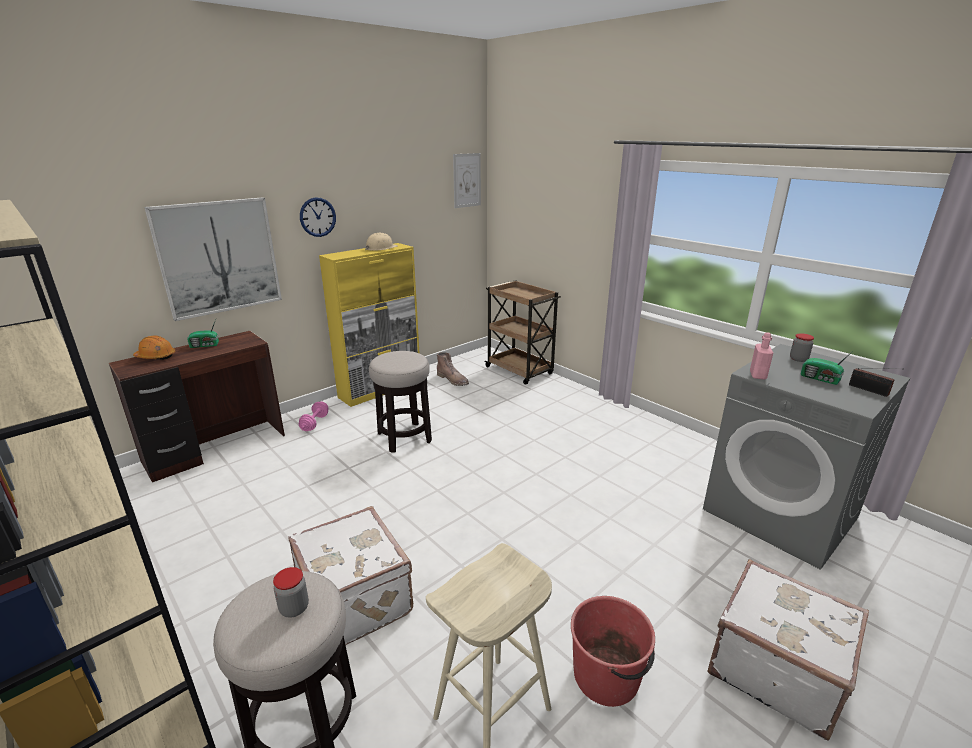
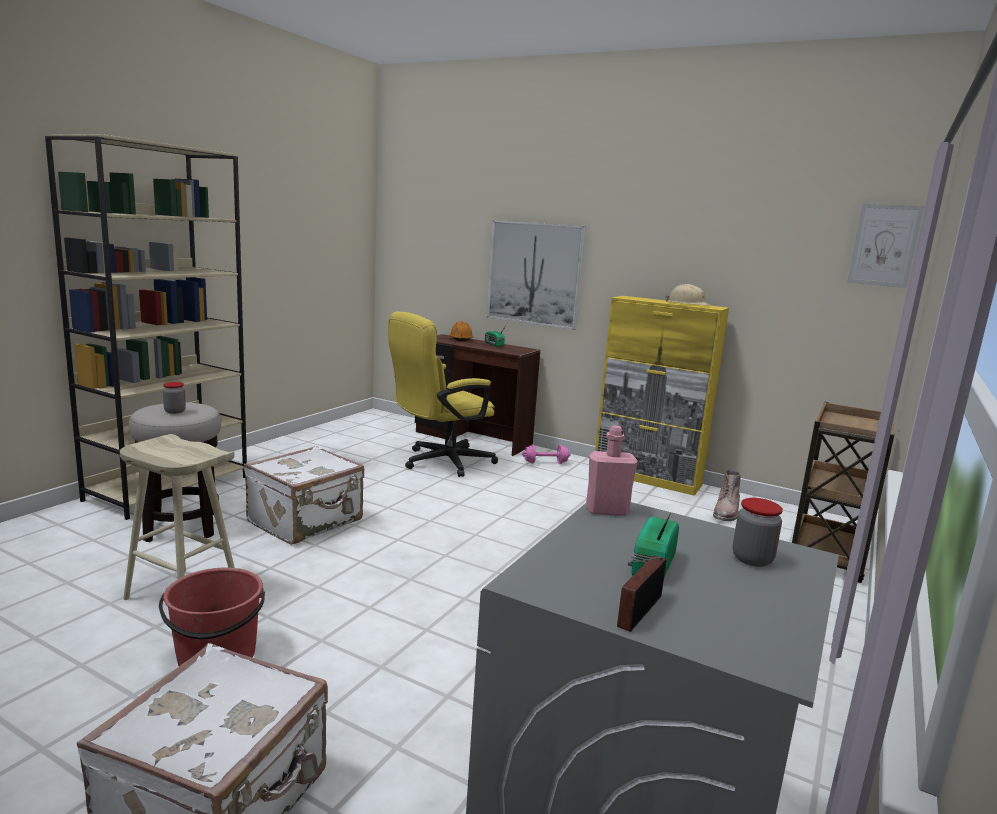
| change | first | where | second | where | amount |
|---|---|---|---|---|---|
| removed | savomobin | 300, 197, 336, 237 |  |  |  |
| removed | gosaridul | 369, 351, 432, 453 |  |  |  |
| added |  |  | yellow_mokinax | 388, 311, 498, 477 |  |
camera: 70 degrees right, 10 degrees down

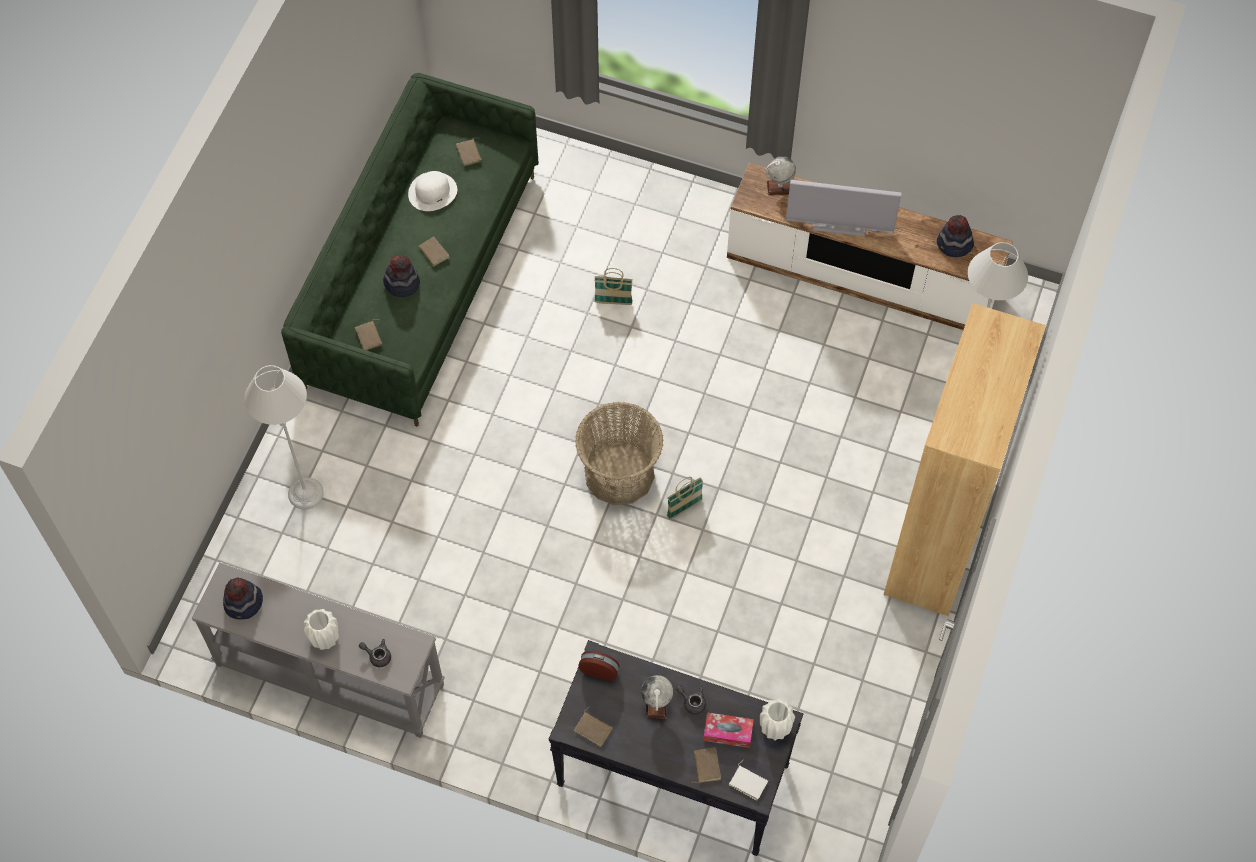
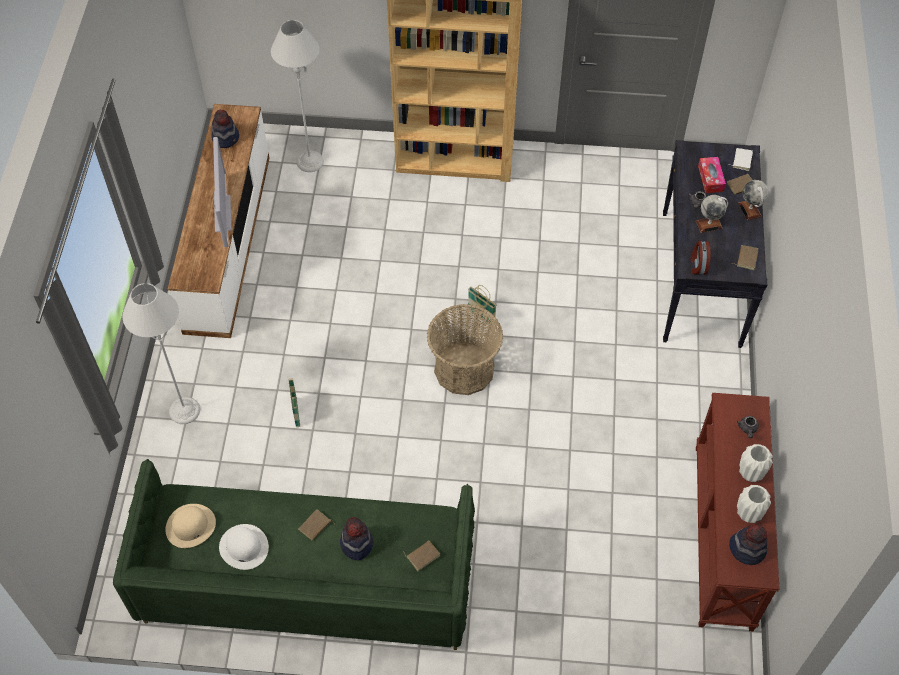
| change | first | where | second | where | amount |
|---|---|---|---|---|---|
| recoloured | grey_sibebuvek | 192, 562, 445, 738 | brown_sibebuvek | 696, 393, 780, 632 |  |
| moved | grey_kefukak | 244, 365, 324, 510 |  | 123, 283, 200, 424 |  |
| replaced | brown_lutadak | 456, 139, 482, 166 | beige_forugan | 165, 504, 216, 548 |  |
| moved | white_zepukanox | 760, 699, 795, 741 |  | 737, 485, 771, 523 |  |
| moved | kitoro | 766, 156, 796, 195 |  | 738, 180, 768, 220 |  |
camera: 105 degrees left, 5 degrees down

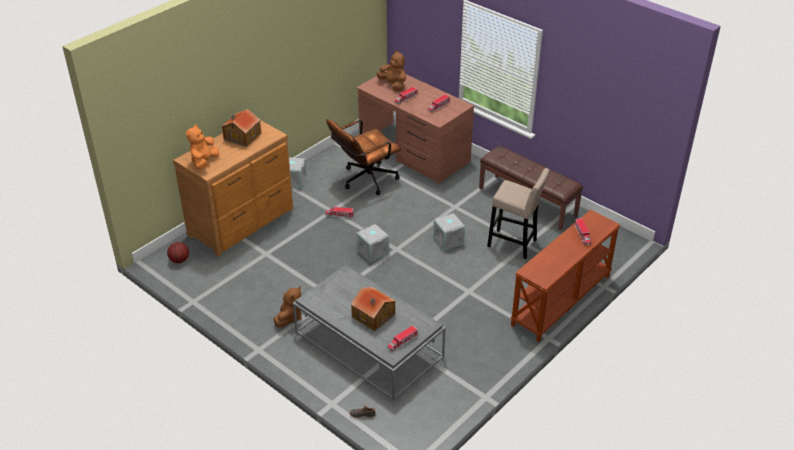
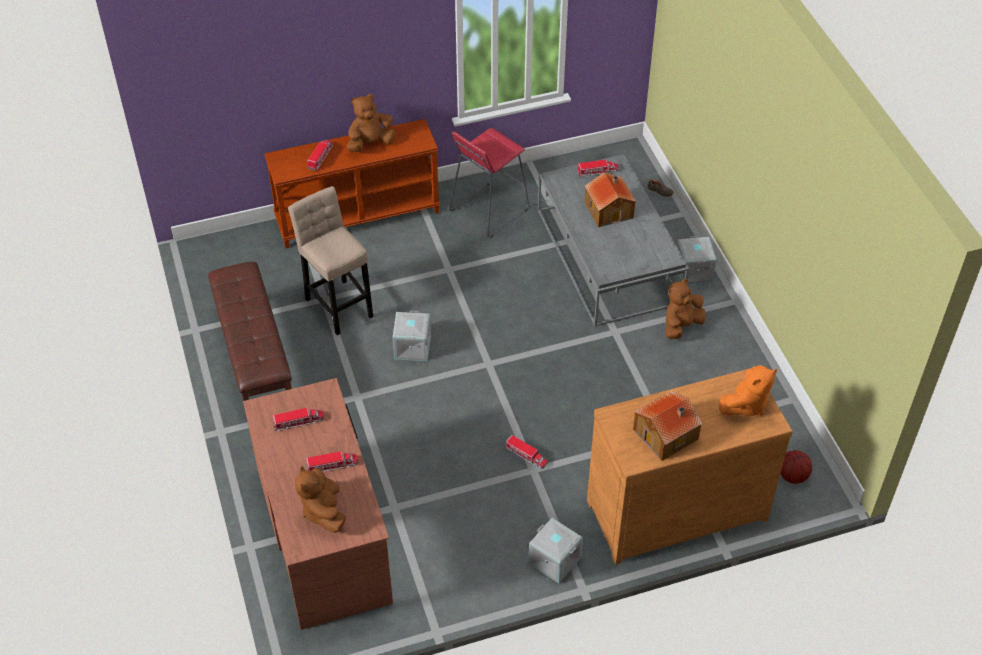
| change | first | where | second | where | amount |
|---|---|---|---|---|---|
| removed | brown_mokinax | 326, 119, 401, 195 |  |  |  |
| moved | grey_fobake | 356, 224, 389, 263 |  | 677, 236, 717, 285 |  |
| added |  |  | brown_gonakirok | 347, 94, 396, 152 |  |
| added |  |  | red_gosaridul | 449, 128, 529, 237 |  |
camera: 150 degrees left, 10 degrees up

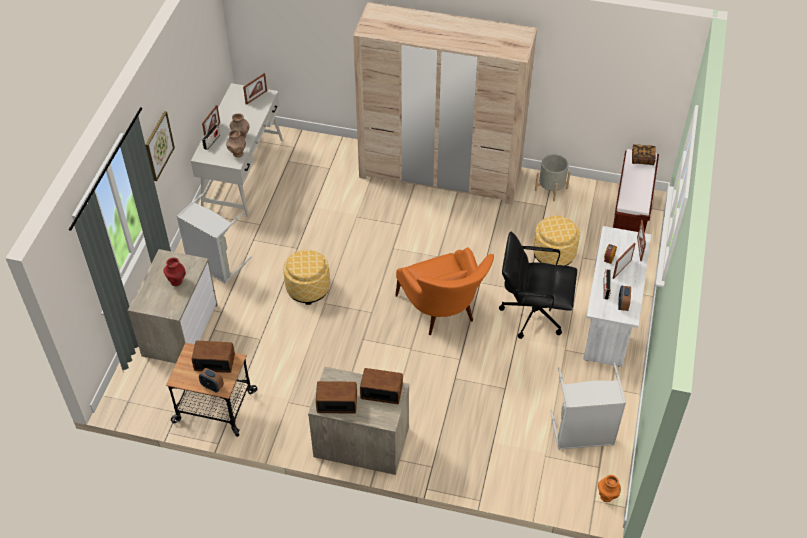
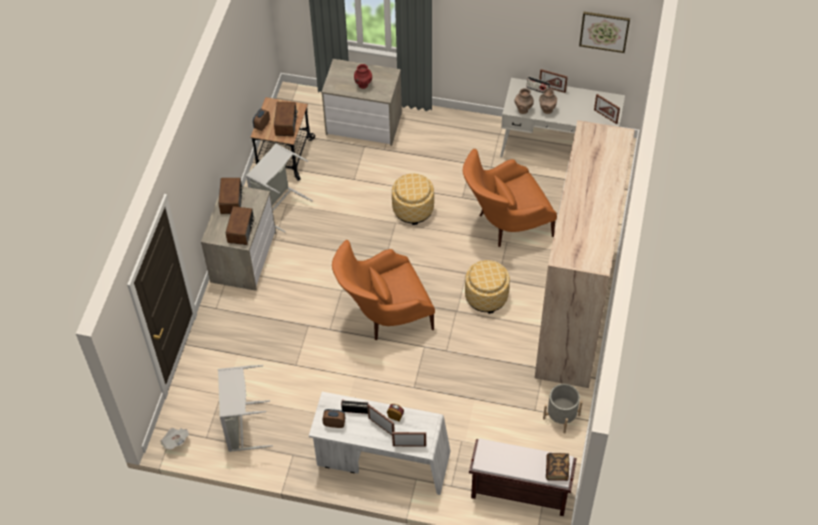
| change | first | where | second | where | amount |
|---|---|---|---|---|---|
| moved | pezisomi | 145, 111, 175, 181 |  | 579, 12, 630, 53 |  |
| moved | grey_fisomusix | 177, 191, 252, 284 |  | 246, 143, 313, 233 |  |
| removed | black_mokinax | 499, 232, 577, 339 |  |  |  |
| moved | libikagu | 533, 216, 580, 266 |  | 465, 260, 510, 314 |  |
| replaced | orange_zepukanox | 598, 475, 621, 502 | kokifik | 160, 428, 189, 450 |  |
| added |  |  | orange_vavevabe | 463, 149, 557, 247 |  |
camera: 90 degrees right, 5 degrees up

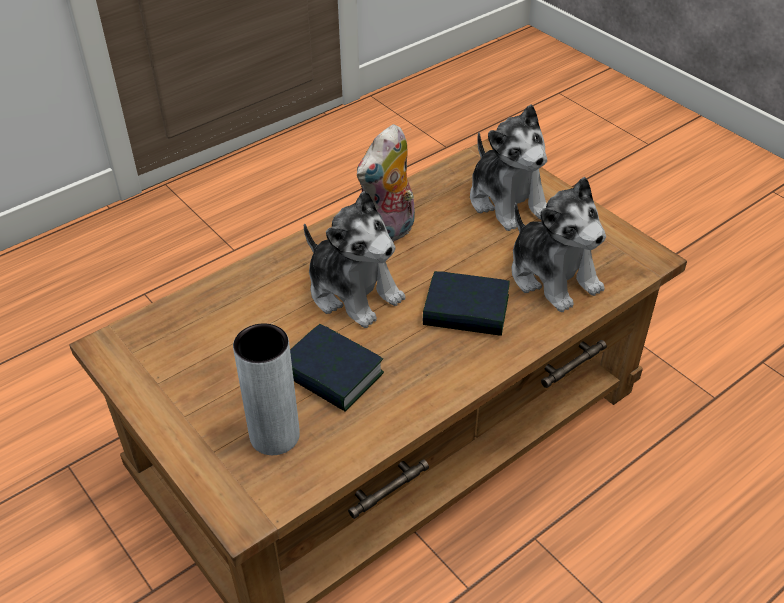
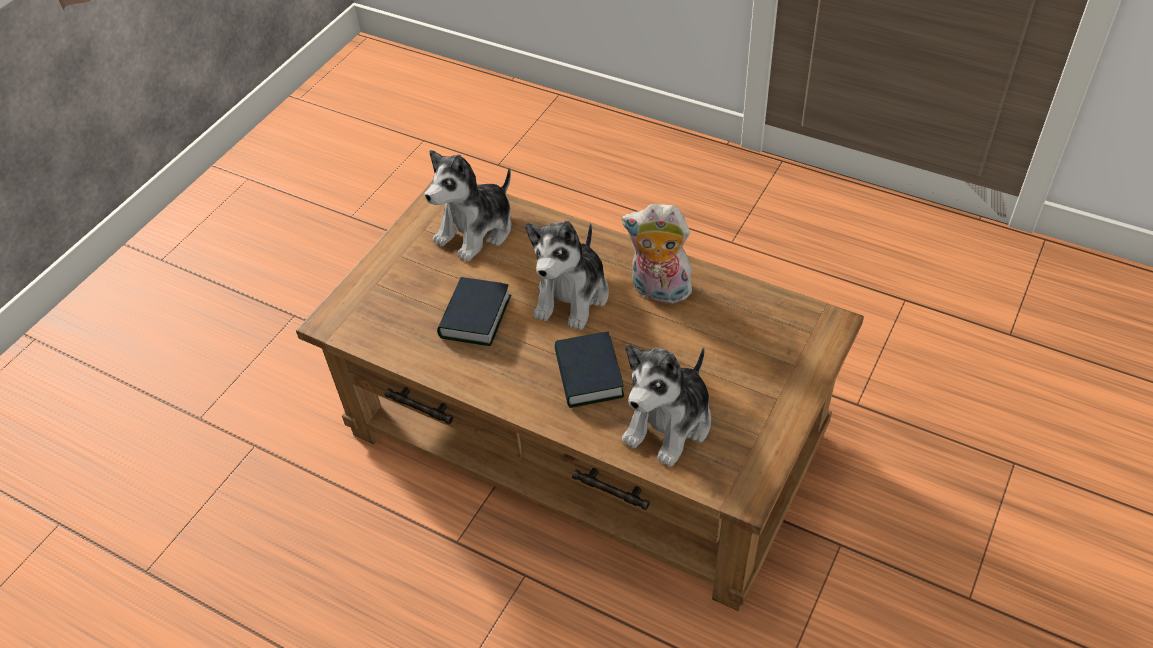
| change | first | where | second | where | amount |
|---|---|---|---|---|---|
| removed | grey_zepukanox | 233, 323, 300, 455 |  |  |  |
| moved | gonakirok | 470, 105, 547, 231 |  | 425, 150, 511, 262 |  |
camera: 70 degrees right, 5 degrees up

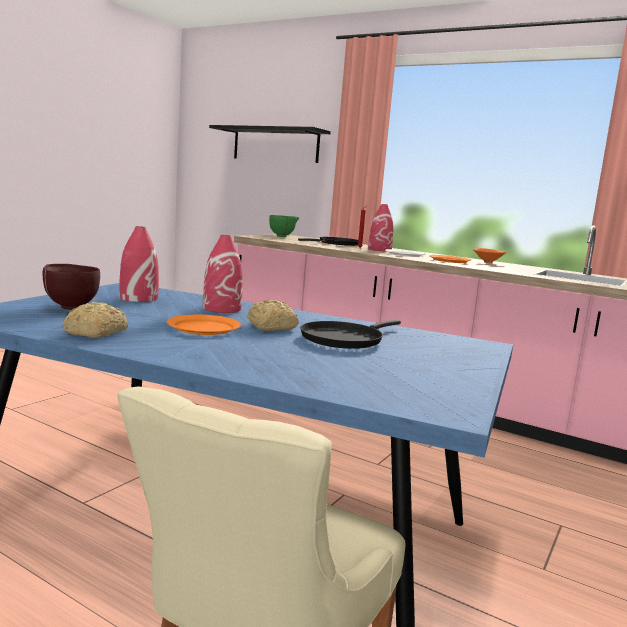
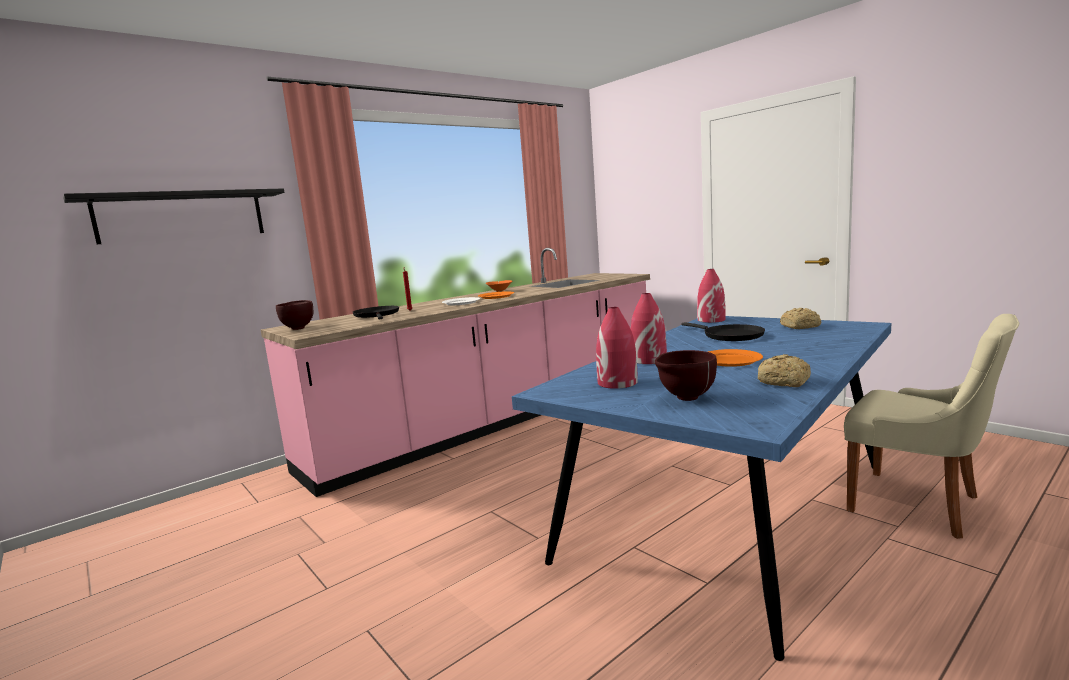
| change | first | where | second | where | amount |
|---|---|---|---|---|---|
| moved | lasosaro | 247, 300, 299, 331 |  | 780, 308, 821, 329 |  |
| recoloured | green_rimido | 269, 215, 299, 237 | brown_rimido | 276, 300, 313, 330 |  |
| moved | red_zepukanox | 368, 204, 394, 252 |  | 697, 269, 726, 323 |  |
camera: 70 degrees left, 0 degrees up

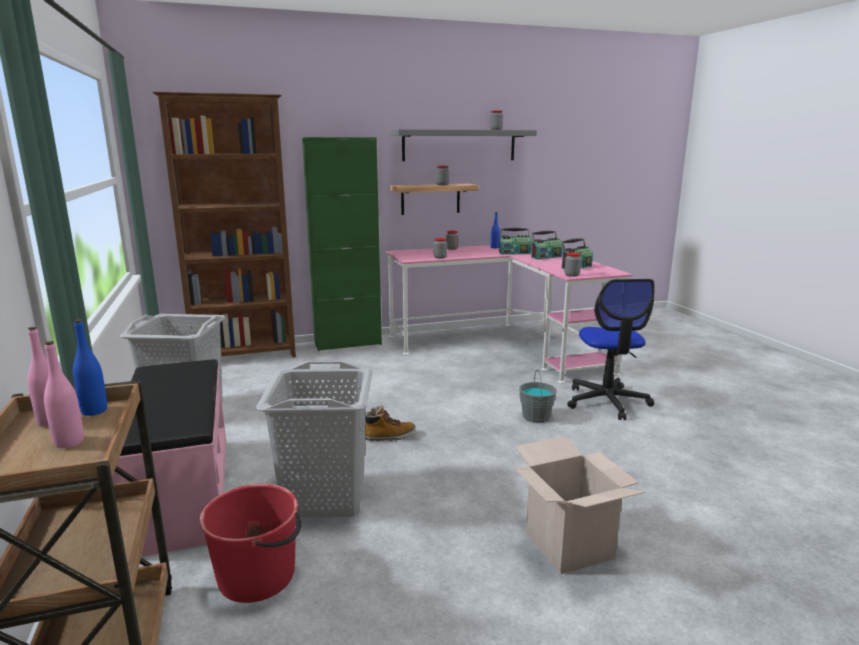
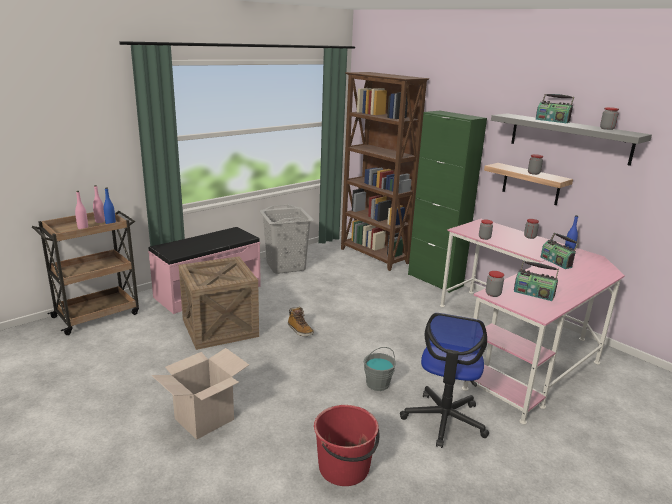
| change | first | where | second | where | amount |
|---|---|---|---|---|---|
| moved | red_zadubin | 200, 484, 302, 603 |  | 314, 405, 380, 486 |  |
| replaced | grey_fisomusix | 256, 361, 372, 518 | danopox | 179, 256, 259, 350 |  |
| moved | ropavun | 531, 231, 563, 260 |  | 536, 94, 574, 123 |  |
| turned | mokinax | 567, 279, 654, 420 |  | 400, 313, 489, 448 | 45 degrees counterclockwise |
camera: 65 degrees right, 5 degrees up

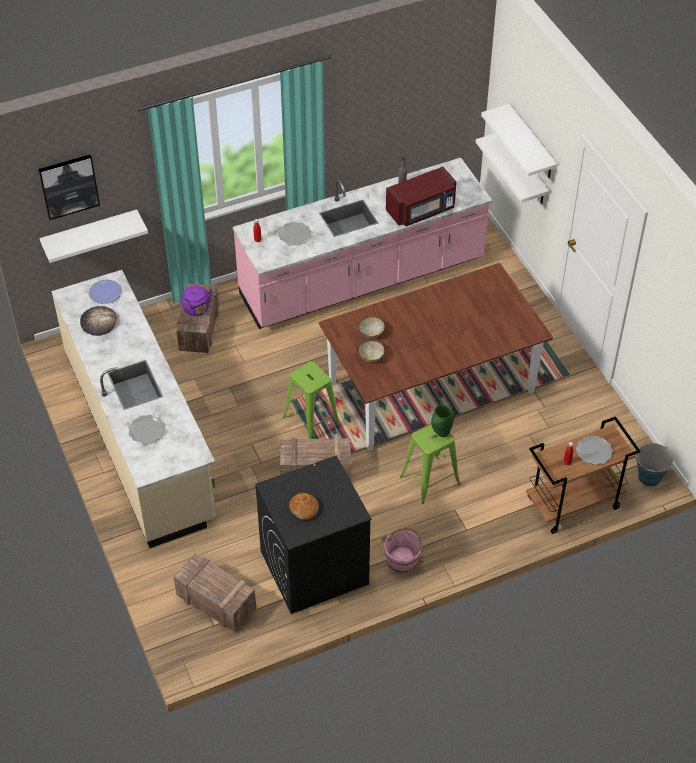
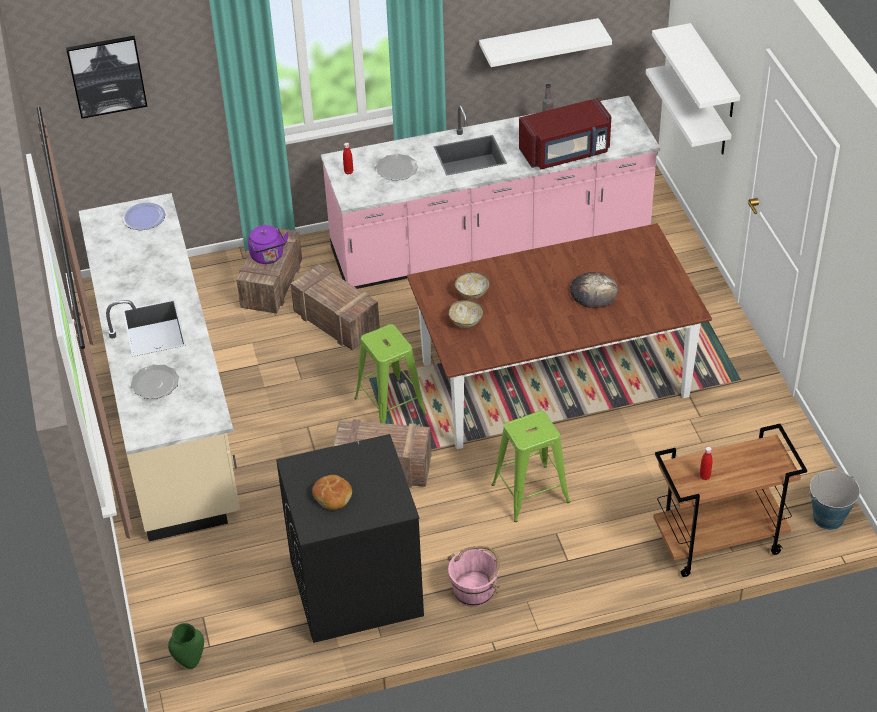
| change | first | where | second | where | amount |
|---|---|---|---|---|---|
| moved | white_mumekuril | 39, 210, 148, 263 |  | 479, 18, 612, 67 |  |
| moved | lasosaro | 80, 306, 117, 336 |  | 570, 272, 618, 309 |  |
| moved | danopox | 174, 553, 256, 632 |  | 290, 264, 380, 350 |  |
| moved | green_zepukanox | 431, 404, 455, 437 |  | 168, 623, 204, 669 |  |
| removed | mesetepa | 576, 435, 613, 465 |  |  |  |
camera: 10 degrees right, 5 degrees down

